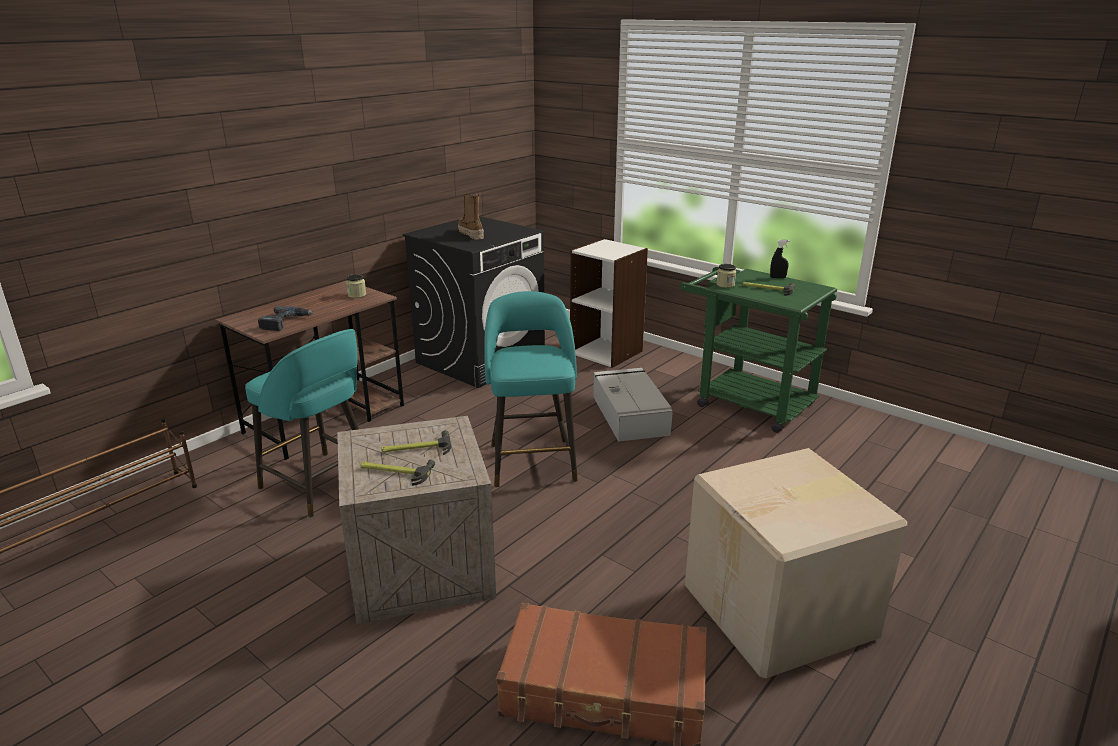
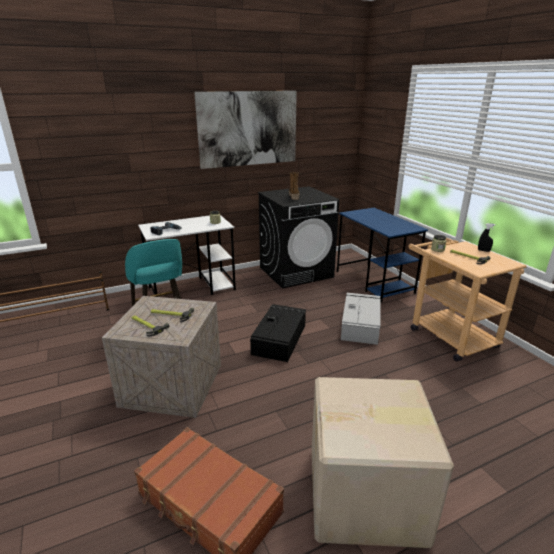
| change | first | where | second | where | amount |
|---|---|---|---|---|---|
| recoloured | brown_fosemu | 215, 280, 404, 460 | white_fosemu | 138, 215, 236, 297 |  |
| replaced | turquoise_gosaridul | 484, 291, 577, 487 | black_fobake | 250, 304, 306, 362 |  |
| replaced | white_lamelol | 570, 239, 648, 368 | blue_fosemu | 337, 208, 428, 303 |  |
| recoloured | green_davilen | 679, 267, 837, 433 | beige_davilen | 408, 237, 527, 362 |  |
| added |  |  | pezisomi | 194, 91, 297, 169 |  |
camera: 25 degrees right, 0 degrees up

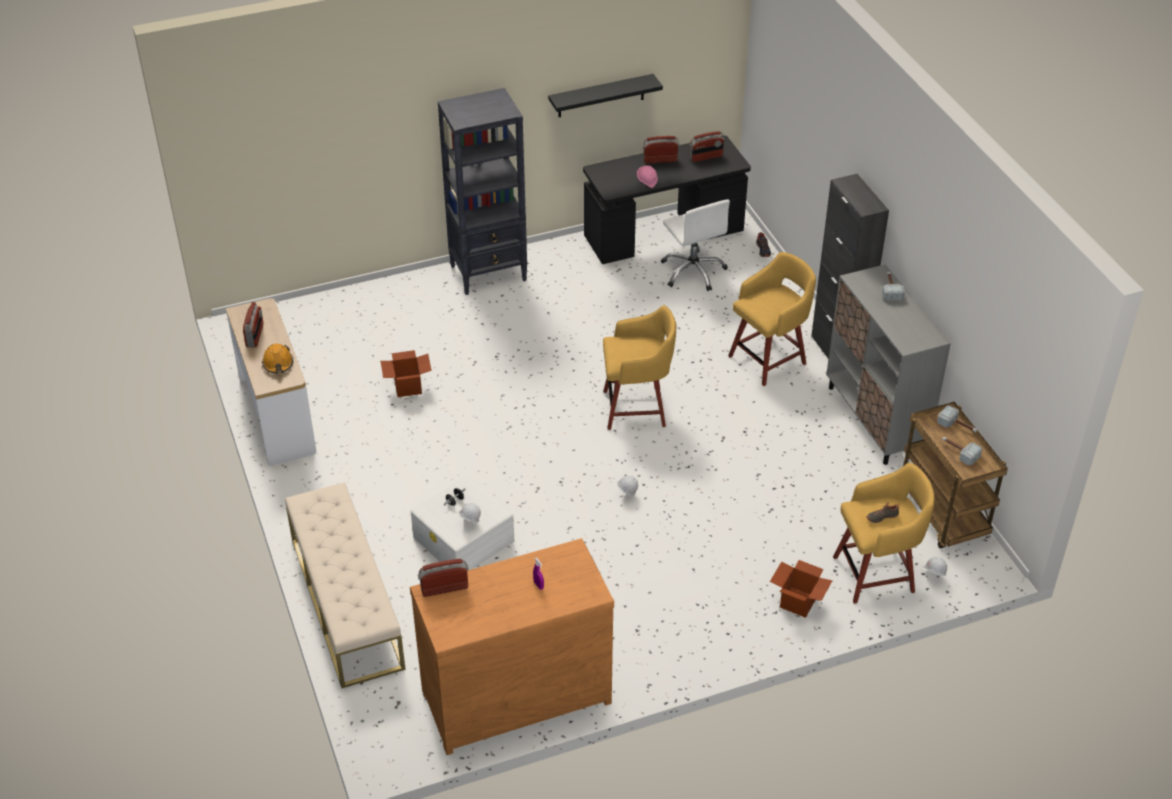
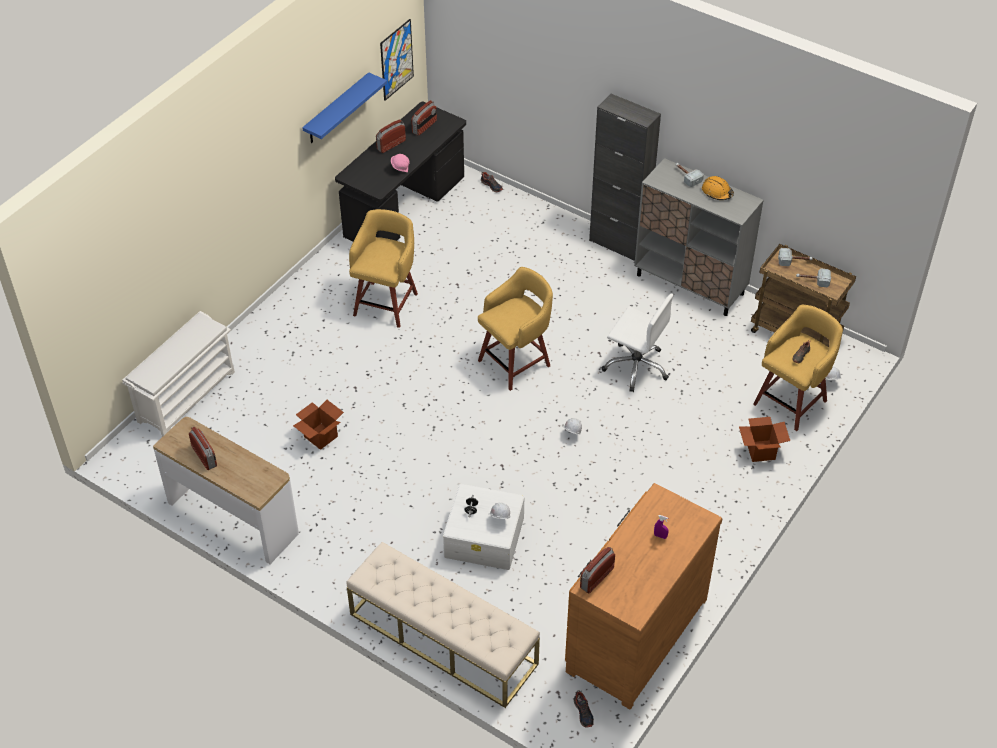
| change | first | where | second | where | amount |
|---|---|---|---|---|---|
| moved | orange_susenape | 262, 343, 293, 373 |  | 702, 176, 734, 200 |  |
| removed | black_lamelol | 438, 88, 527, 295 |  |  |  |
| recoloured | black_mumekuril | 548, 74, 663, 117 | blue_mumekuril | 302, 72, 387, 143 |  |
| moved | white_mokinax | 661, 199, 730, 291 |  | 601, 294, 674, 392 |  |
| moved | yellow_gosaridul | 728, 252, 816, 386 |  | 349, 209, 418, 328 |  |
| added |  |  | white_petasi | 122, 311, 235, 437 |  |
| added |  |  | pezisomi | 380, 19, 414, 101 |  |
| added |  |  | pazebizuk | 574, 690, 594, 728 |  |
camera: 35 degrees left, 5 degrees up

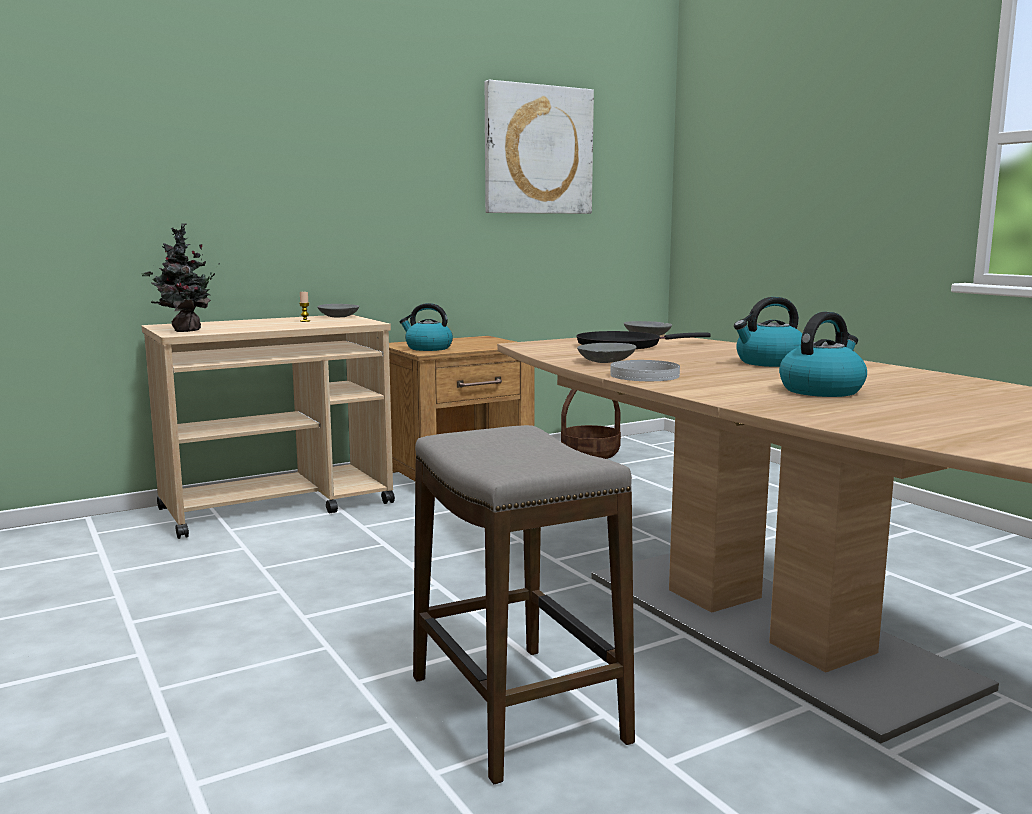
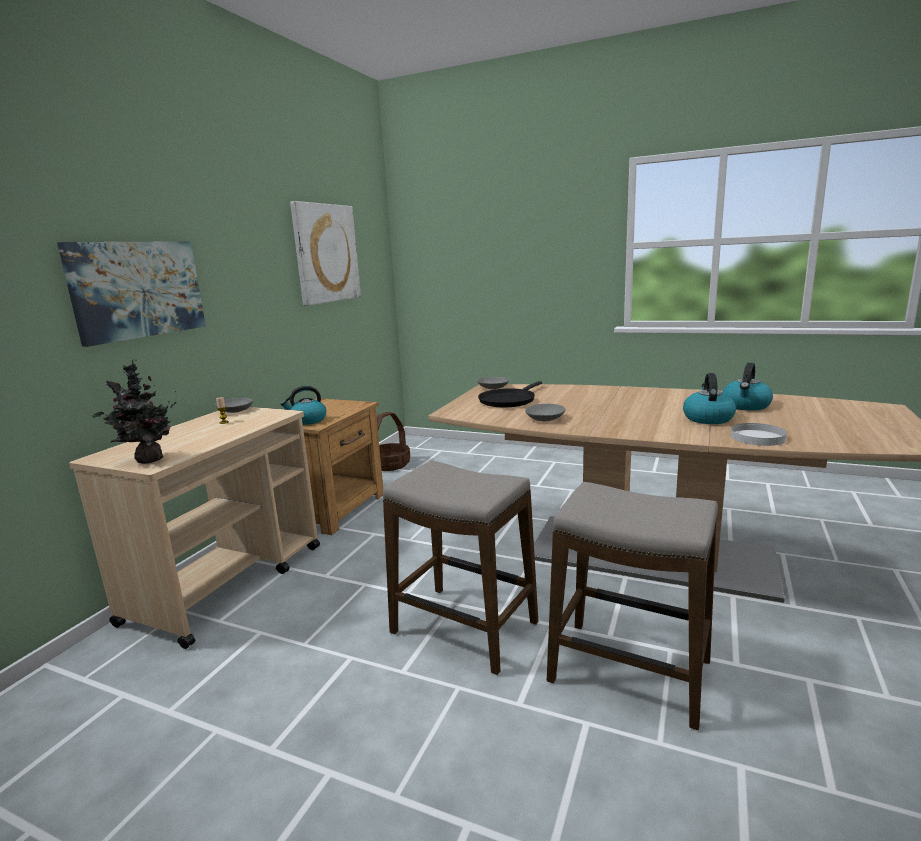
| change | first | where | second | where | amount |
|---|---|---|---|---|---|
| moved | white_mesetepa | 610, 360, 680, 381 |  | 731, 423, 787, 446 |  |
| moved | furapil | 734, 297, 802, 367 |  | 722, 363, 773, 411 |  |
| added |  |  | pezisomi | 57, 241, 206, 347 |  |
| added |  |  | gosaridul | 383, 461, 538, 675 |  |
camera: 35 degrees left, 5 degrees up

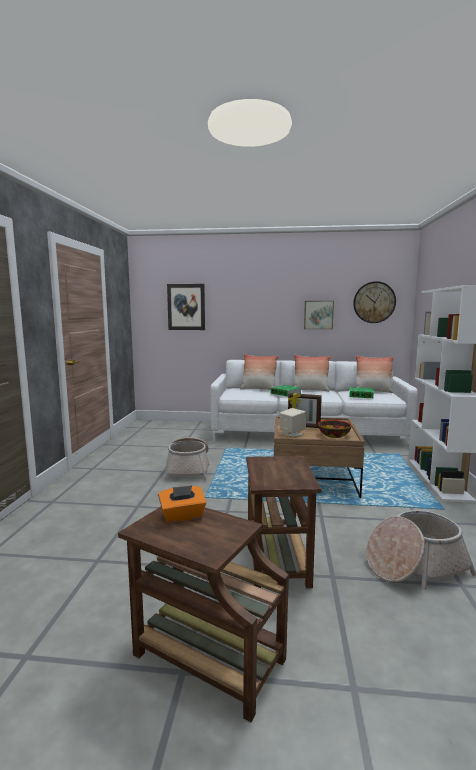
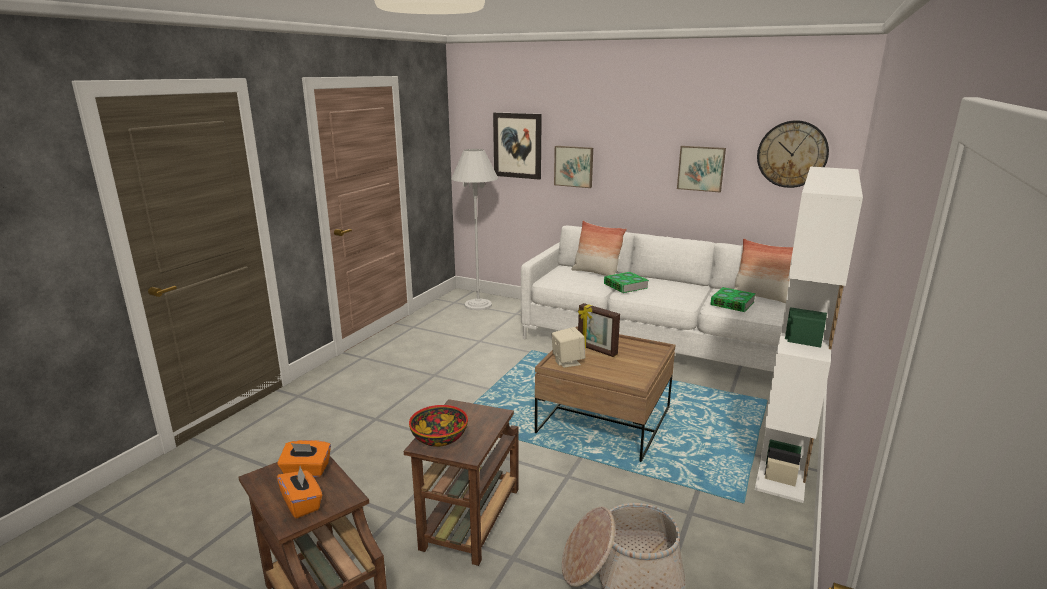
| change | first | where | second | where | amount |
|---|---|---|---|---|---|
| removed | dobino | 164, 437, 210, 481 |  |  |  |
| removed | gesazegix | 293, 355, 331, 392 |  |  |  |
| moved | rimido | 318, 420, 352, 438 |  | 409, 405, 468, 447 |  |
| added |  |  | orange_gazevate | 277, 466, 322, 518 |  |
| added |  |  | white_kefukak | 451, 149, 498, 310 |  |
| added |  |  | pezisomi | 554, 146, 593, 188 |  |
camera: 20 degrees right, 10 degrees up

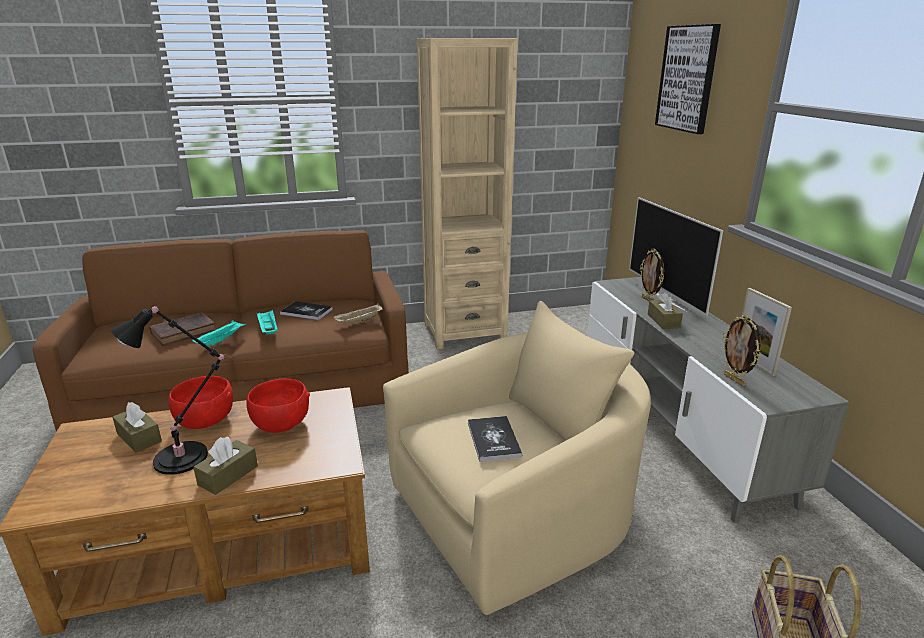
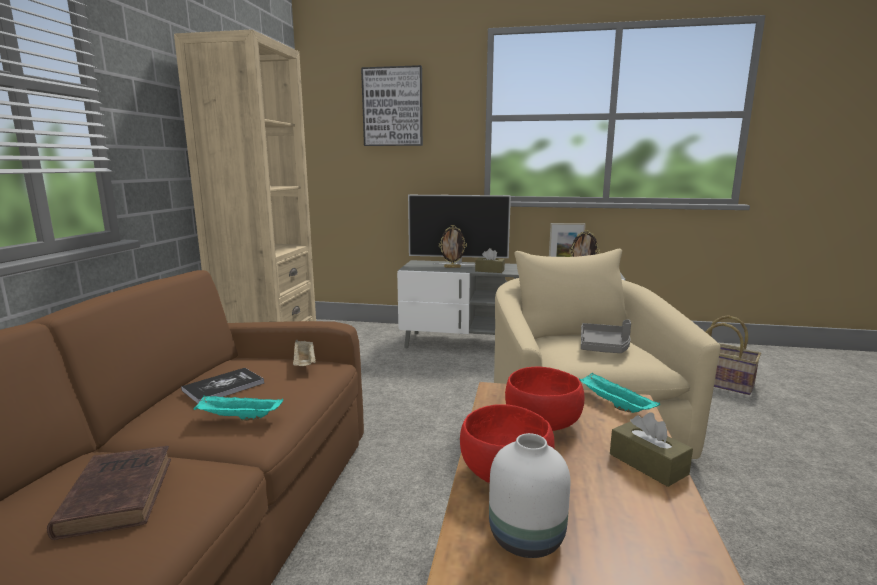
| change | first | where | second | where | amount |
|---|---|---|---|---|---|
| removed | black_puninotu | 111, 305, 225, 475 |  |  |  |
| replaced | brown_gazevate | 112, 402, 162, 453 | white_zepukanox | 489, 433, 570, 558 |  |
| moved | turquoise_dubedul | 192, 320, 246, 346 |  | 579, 372, 660, 413 |  |
| replaced | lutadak | 468, 416, 522, 462 | grey_dubedul | 581, 319, 631, 353 |  |
camera: 65 degrees left, 10 degrees down

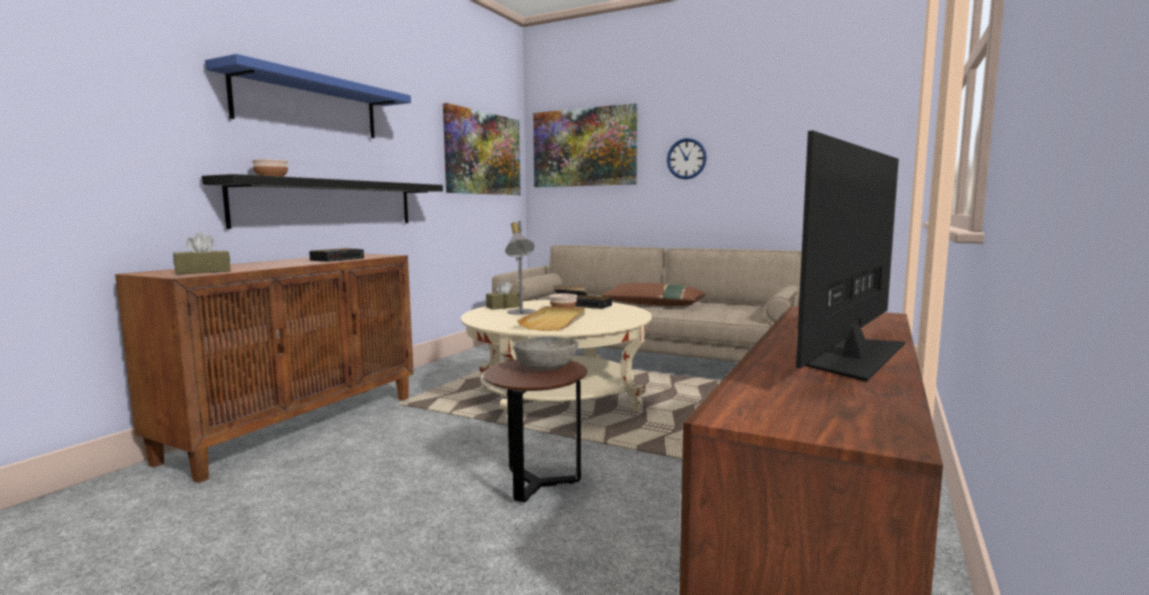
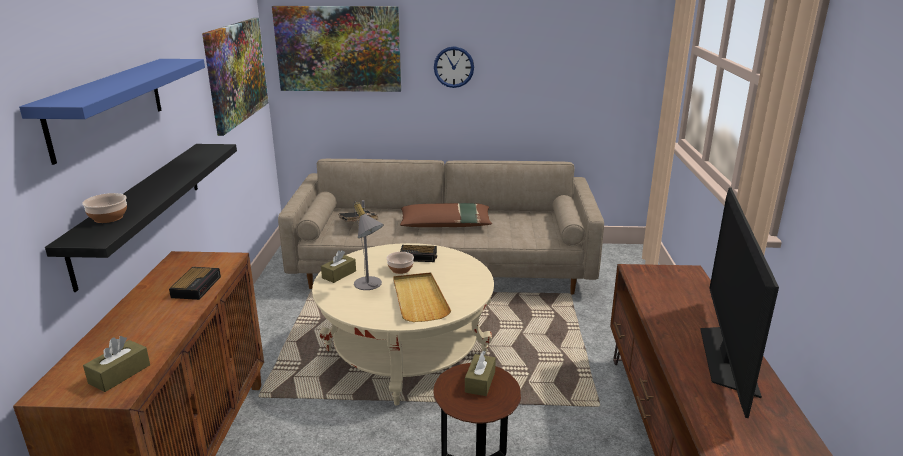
| change | first | where | second | where | amount |
|---|---|---|---|---|---|
| replaced | grey_rimido | 514, 336, 578, 370 | brown_gazevate | 465, 351, 496, 396 |  |
camera: 25 degrees left, 15 degrees up

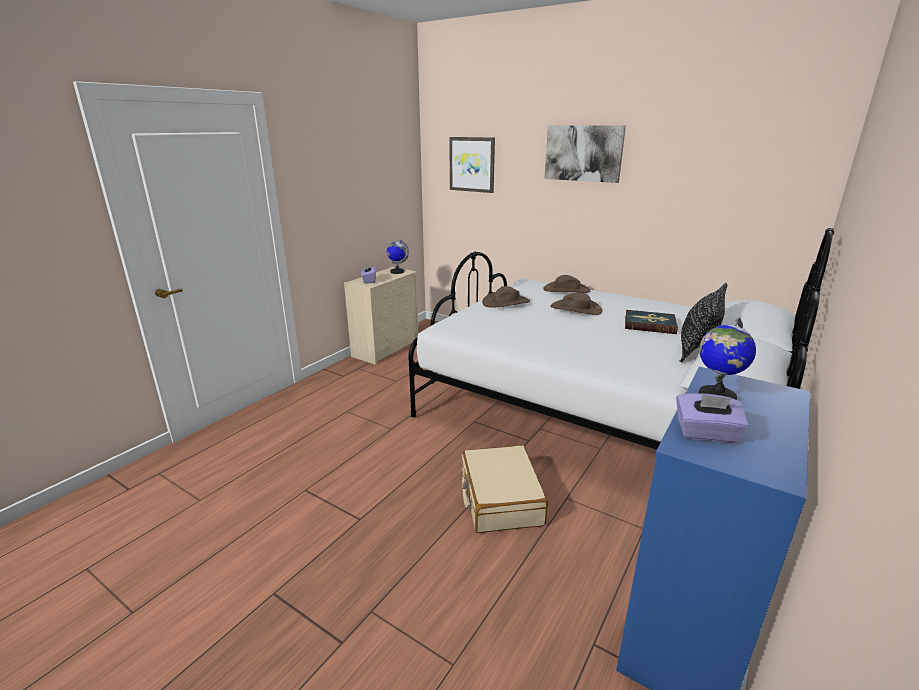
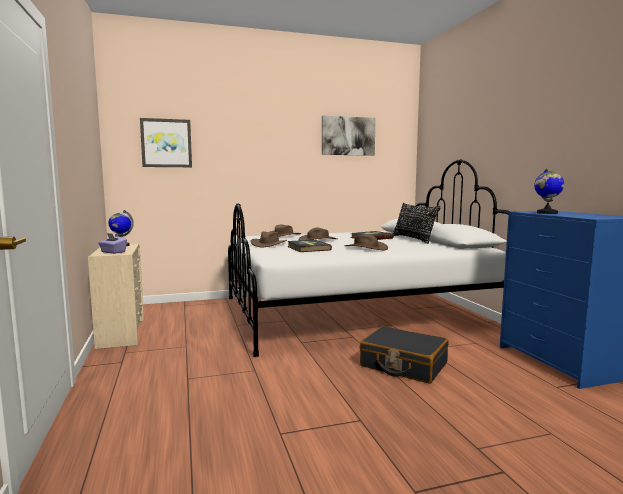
| change | first | where | second | where | amount |
|---|---|---|---|---|---|
| recoloured | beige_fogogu | 462, 445, 548, 533 | black_fogogu | 360, 326, 448, 384 |  |
| moved | pezisomi | 544, 125, 626, 183 |  | 322, 116, 376, 156 |  |
| removed | purple_gazevate | 676, 393, 749, 443 |  |  |  |
| added |  |  | lutadak | 287, 240, 332, 252 |  |
| added |  |  | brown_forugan | 344, 234, 388, 250 |  |
camera: 50 degrees left, 15 degrees down

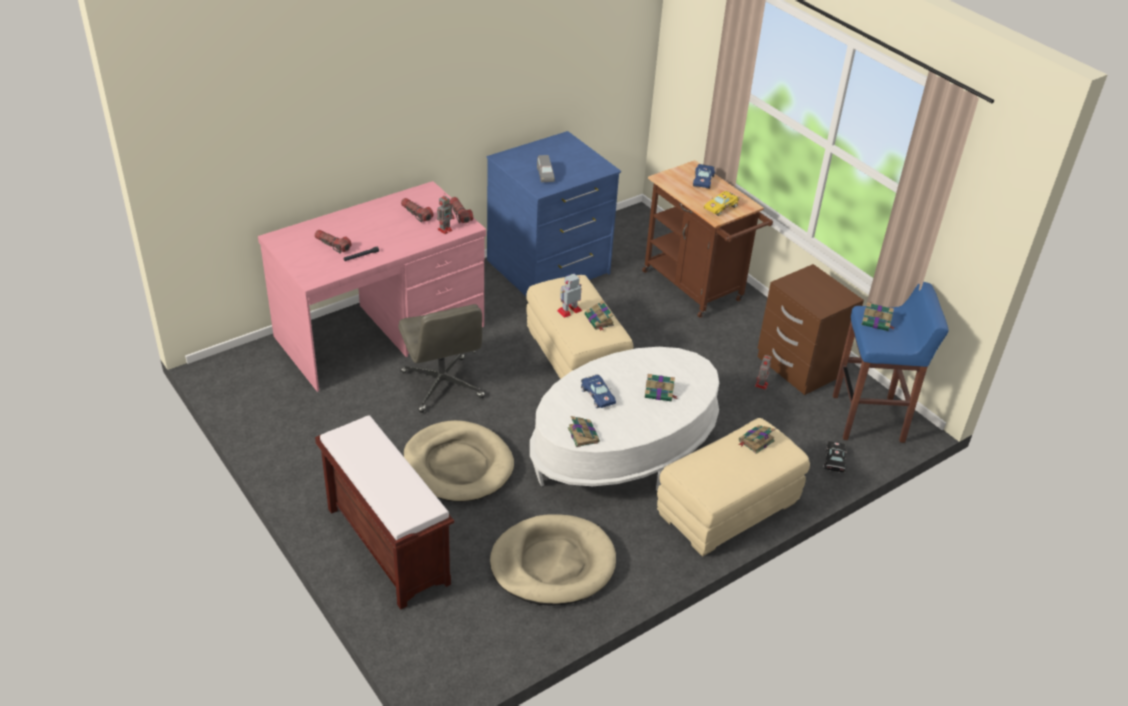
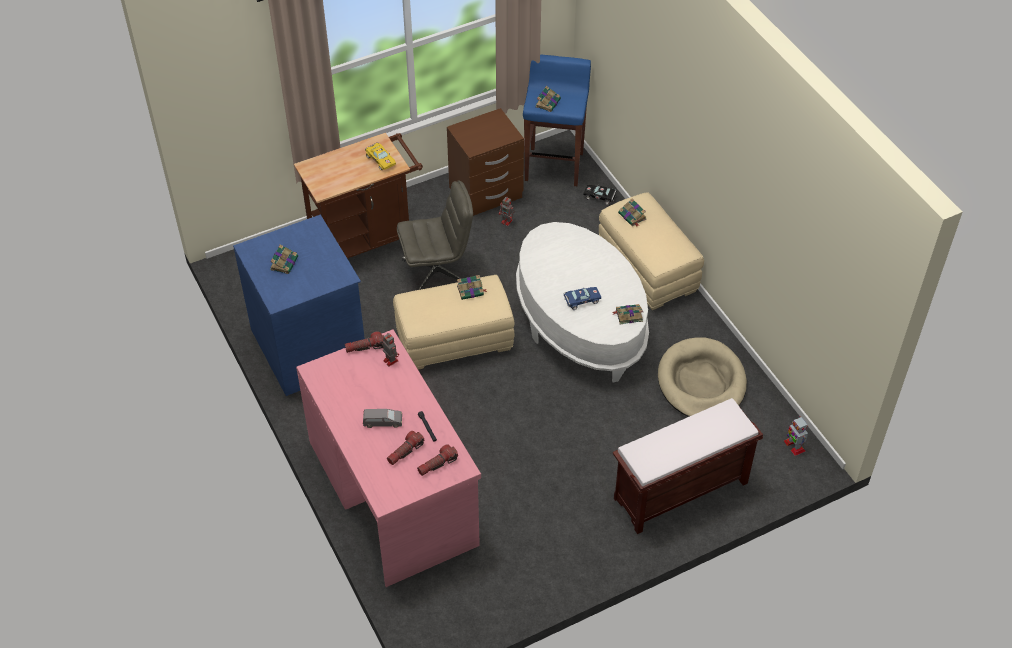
| change | first | where | second | where | amount |
|---|---|---|---|---|---|
| moved | grey_mokinax | 398, 304, 485, 413 |  | 397, 180, 473, 290 |  |
| moved | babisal | 401, 198, 434, 223 |  | 417, 444, 458, 476 |  |
| removed | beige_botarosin | 403, 420, 514, 502 |  |  |  |
| moved | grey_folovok | 537, 155, 555, 182 |  | 363, 409, 402, 428 |  |
| moved | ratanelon | 557, 274, 582, 318 |  | 784, 416, 808, 456 |  |
| moved | lutadak | 644, 374, 678, 402 |  | 270, 244, 298, 274 |  |
| removed | blue_folovok | 693, 164, 715, 189 |  |  |  |
camera: 80 degrees left, 10 degrees up

